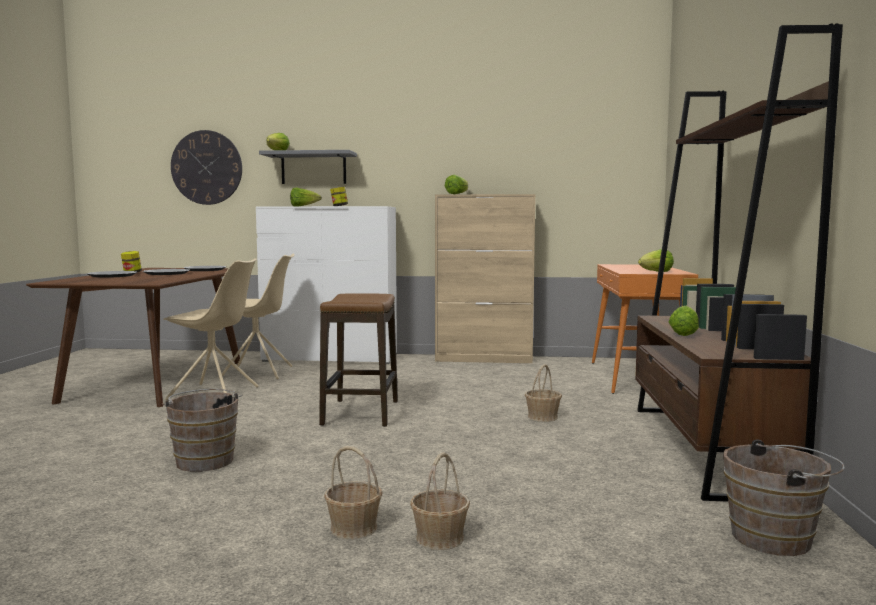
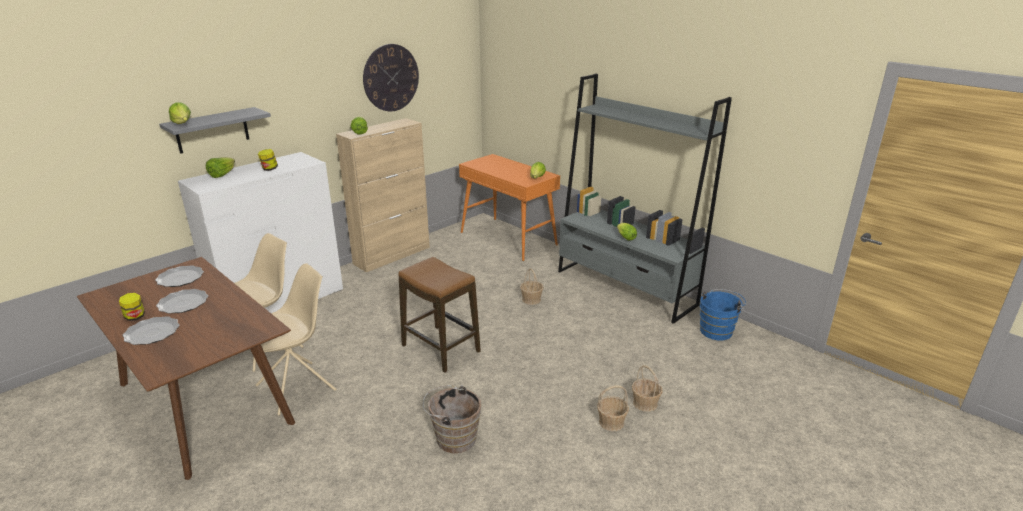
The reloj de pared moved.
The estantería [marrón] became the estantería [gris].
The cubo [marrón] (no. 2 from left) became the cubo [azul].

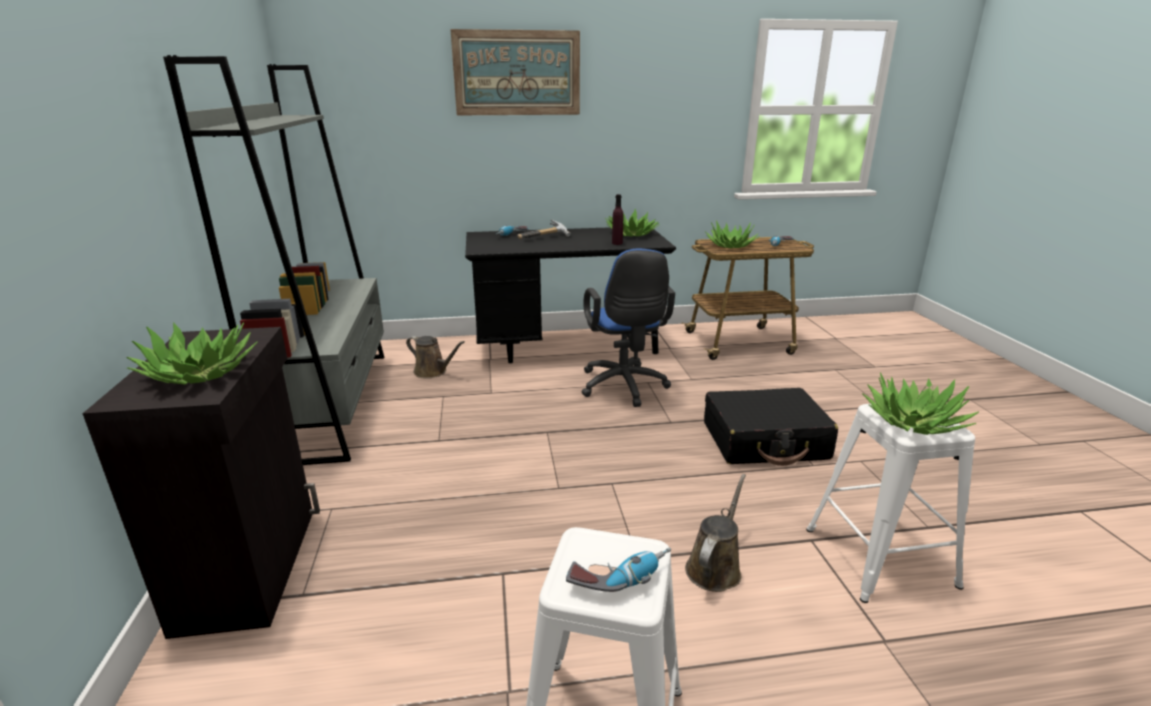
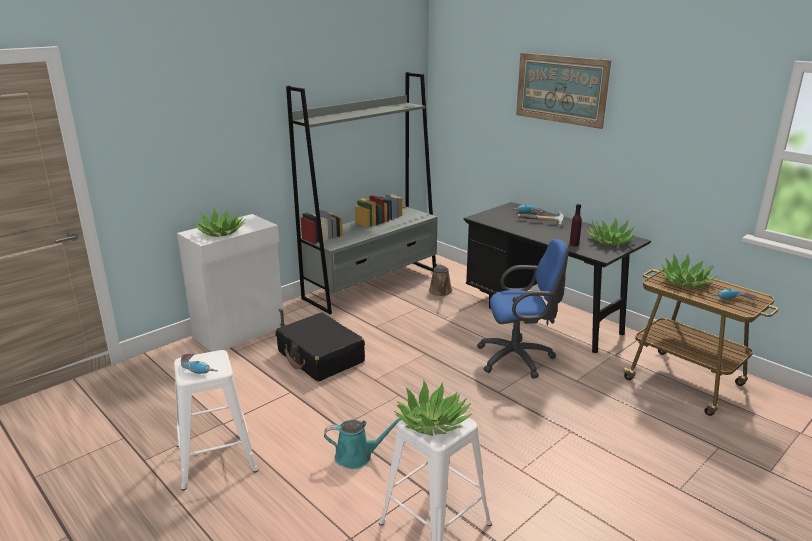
The armario [negro] became the armario [blanco].
The silla de oficina [azul] turned 135 degrees counterclockwise.
The regadera [marrón] (no. 2 from left) became the regadera [turquesa].
The maleta [negro] moved.

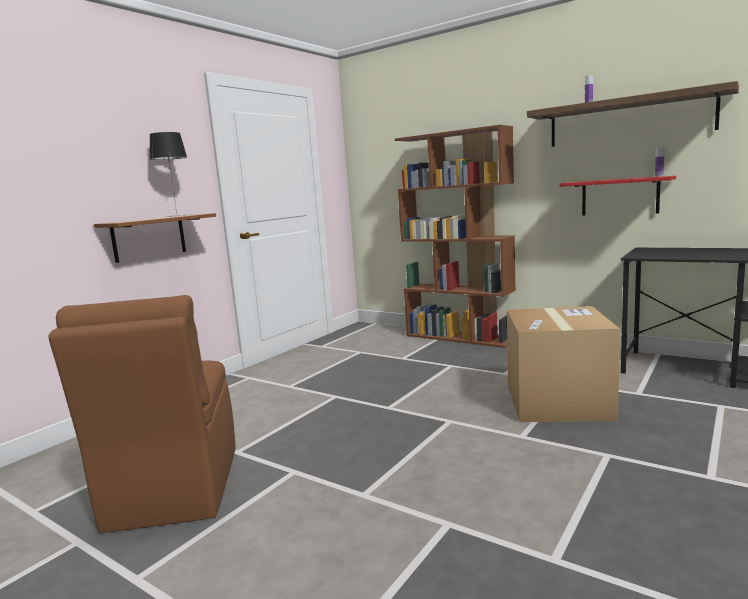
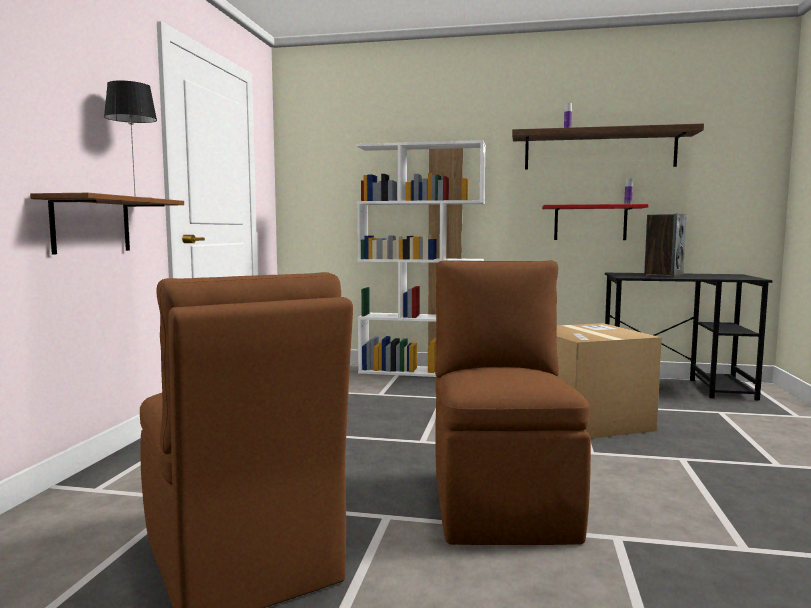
The estantería [marrón] became the estantería [blanco].
The silla [marrón] (no. 2 from left) appeared.
The altavoz appeared.

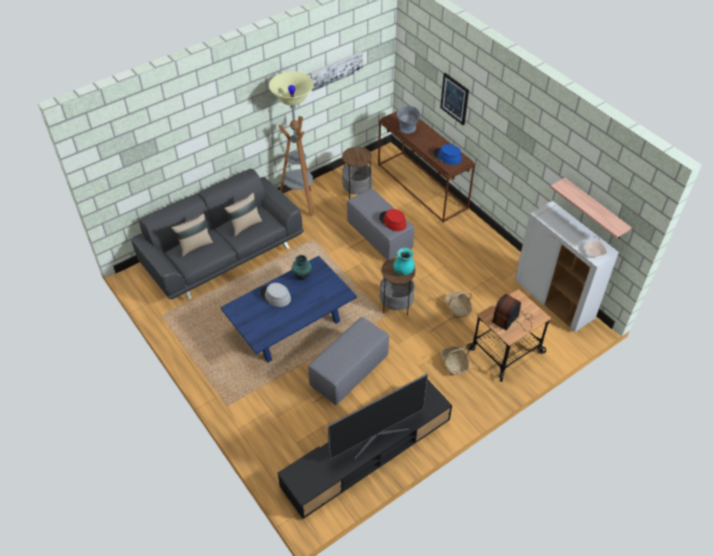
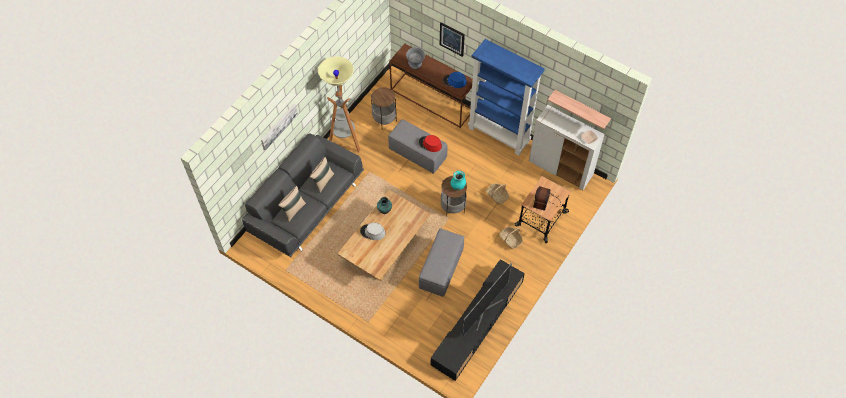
The mesa de centro [azul] became the mesa de centro [beis].
The cuadro (no. 1 from left) moved.
The estantería [azul] appeared.

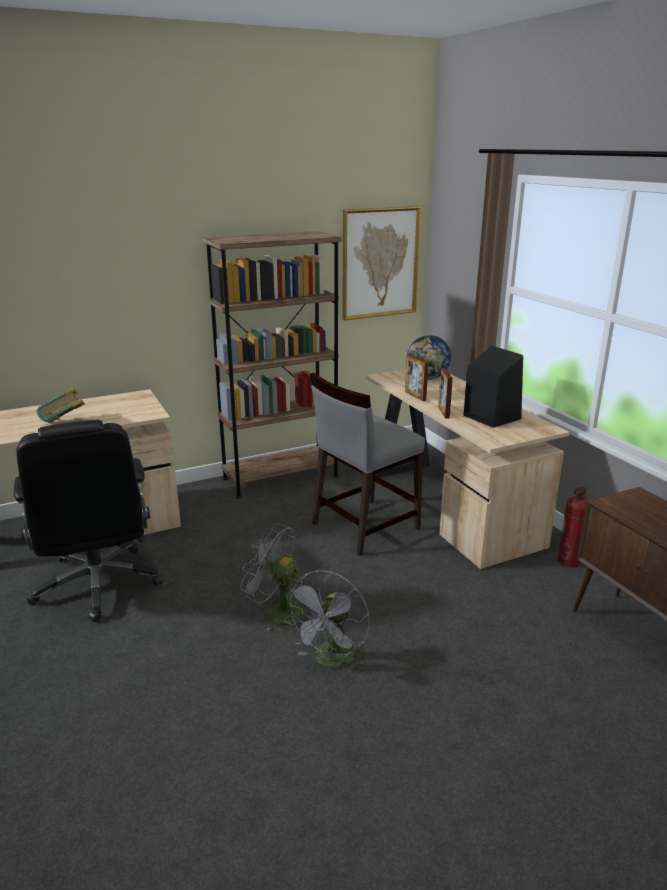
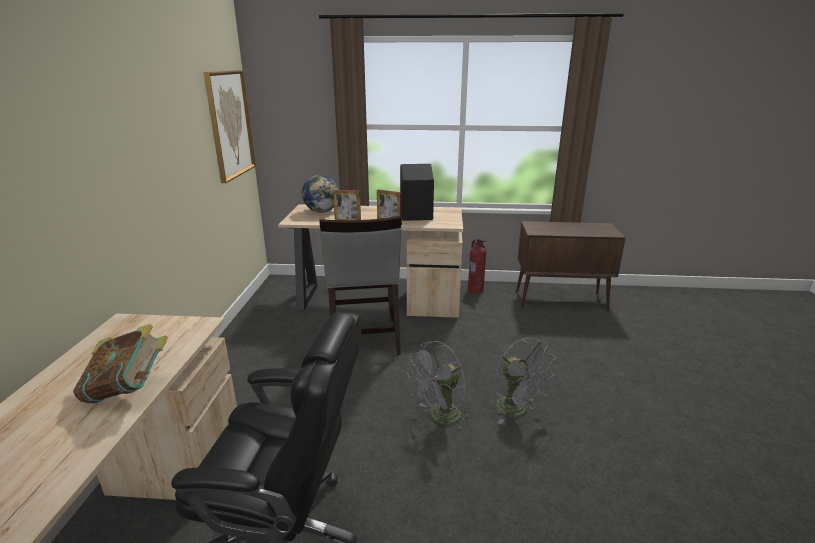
The estantería [marrón] disappeared.

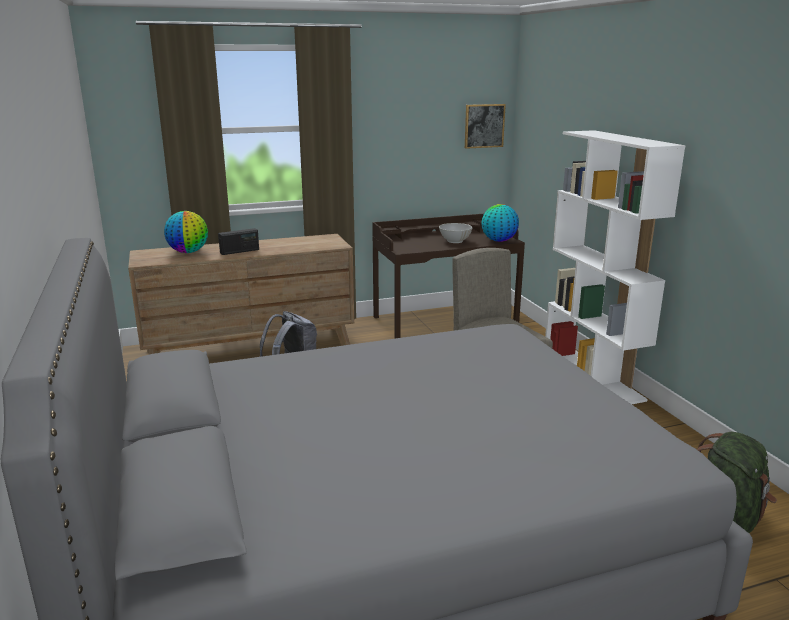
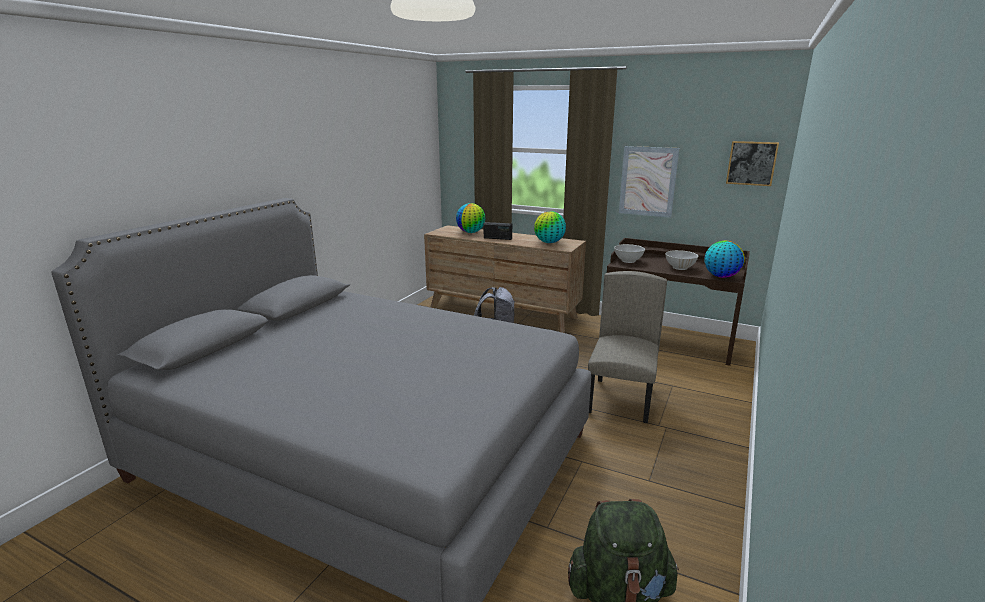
The estantería [blanco] disappeared.
The globo terráqueo (no. 2 from left) appeared.
The cuenco [blanco] (no. 1 from left) appeared.
The cuadro (no. 1 from left) appeared.

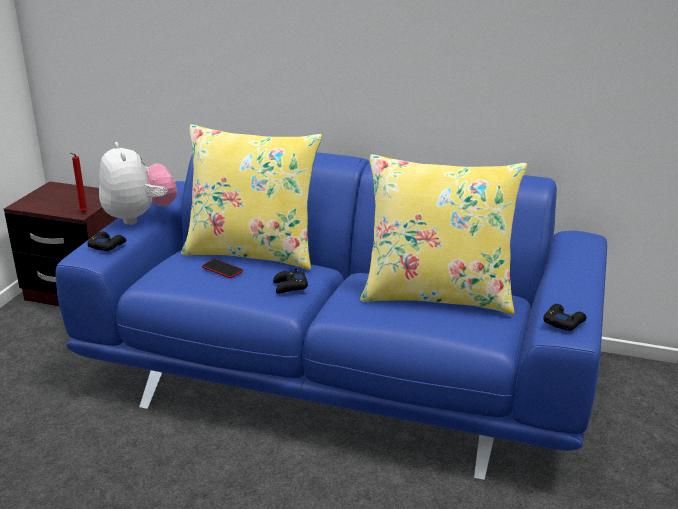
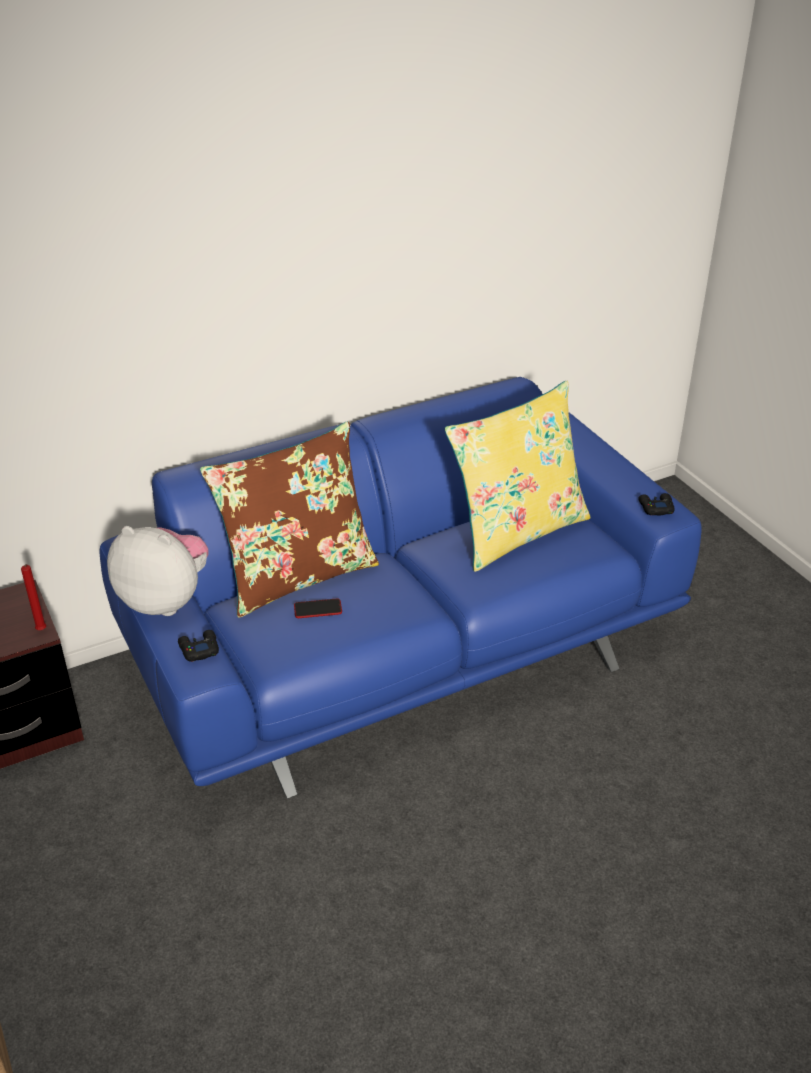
The cojín [amarillo] (no. 1 from left) became the cojín [marrón].
The mando de consola [negro] (no. 2 from left) disappeared.

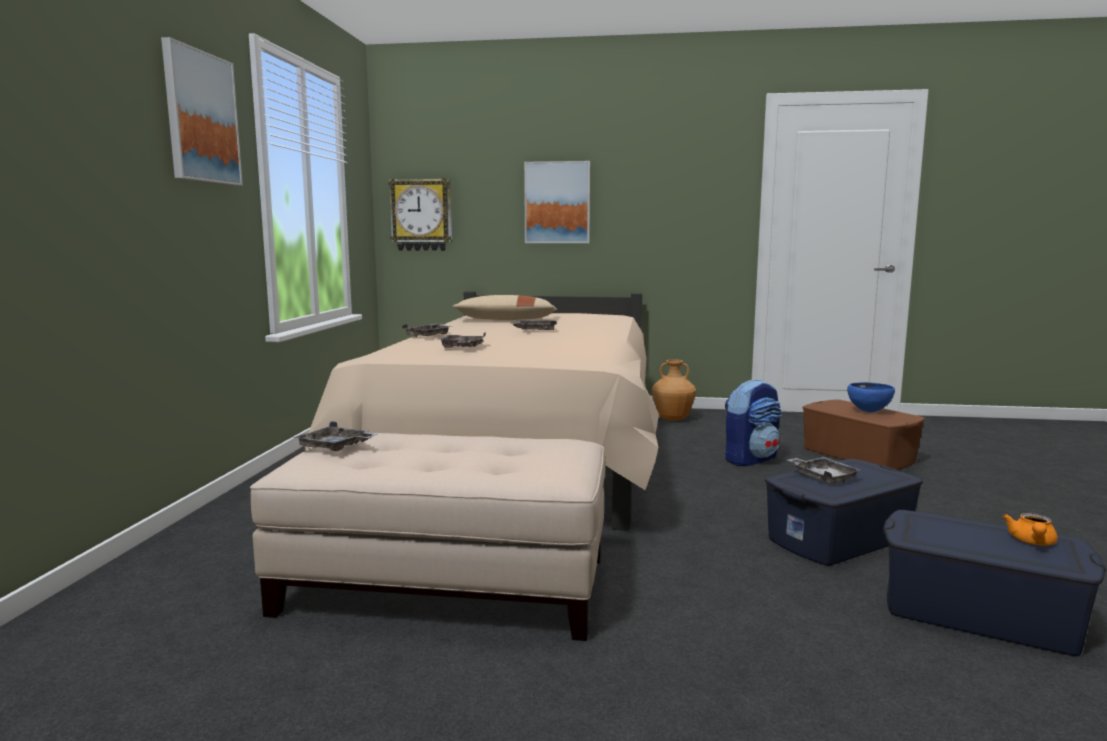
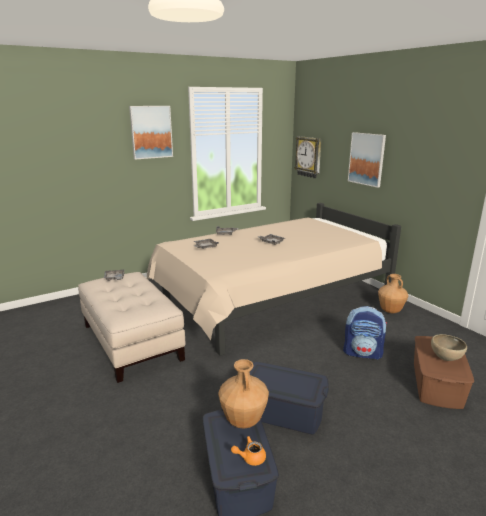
The cojín [beis] disappeared.
The bandeja [gris] (no. 5 from left) disappeared.
The cuenco [azul] became the cuenco [marrón].
The florero [marrón] (no. 1 from left) appeared.

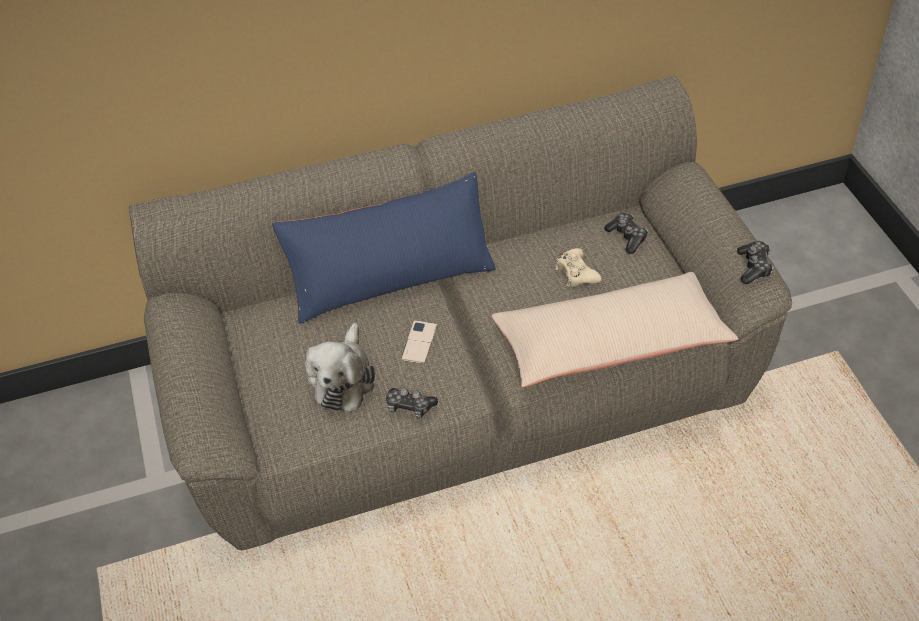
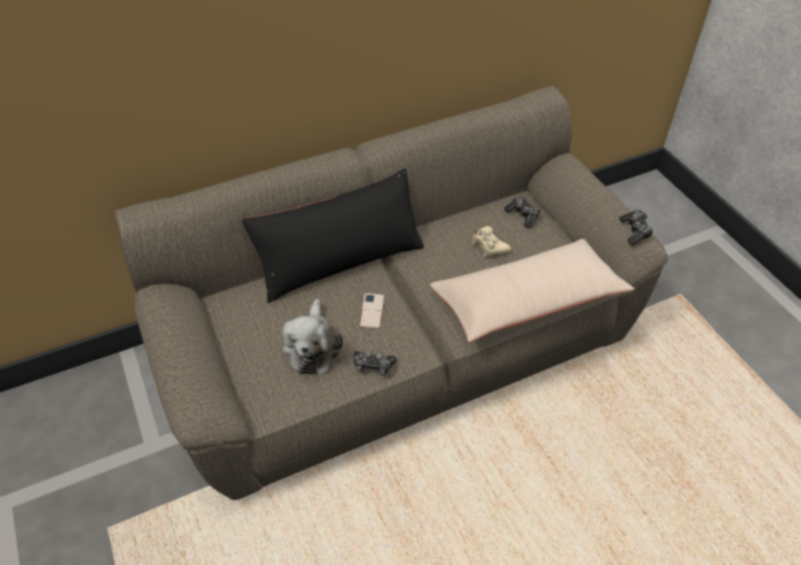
The cojín [azul] became the cojín [negro].

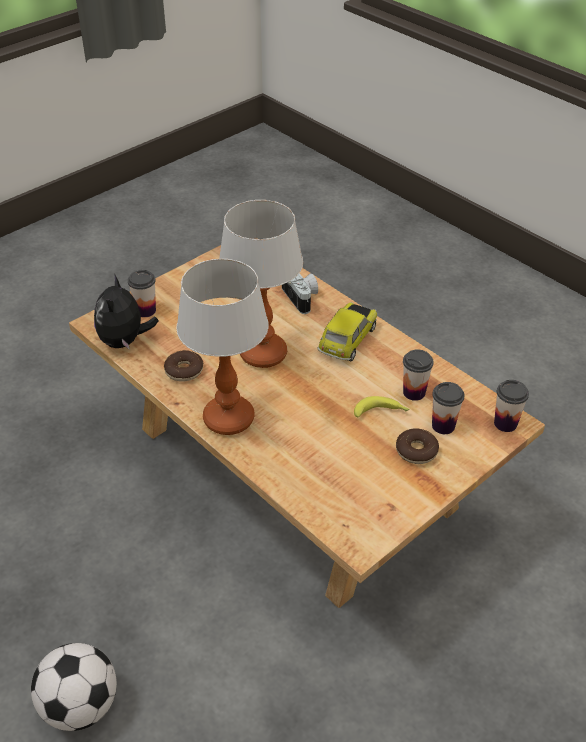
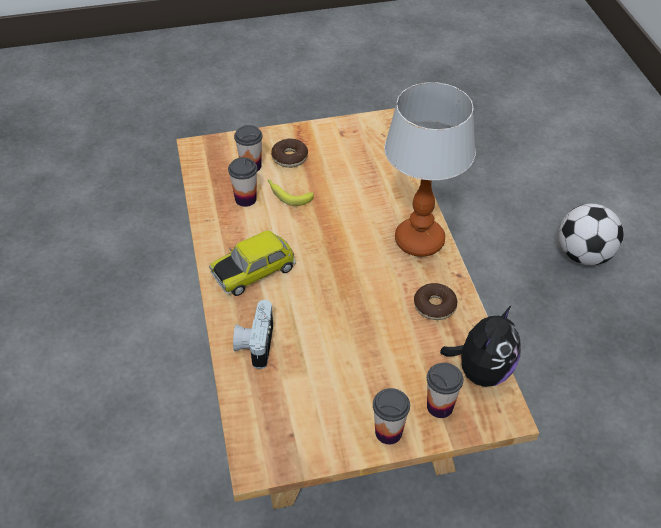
The lámpara de mesa (no. 2 from left) disappeared.
The taza (no. 4 from left in the first image) moved.

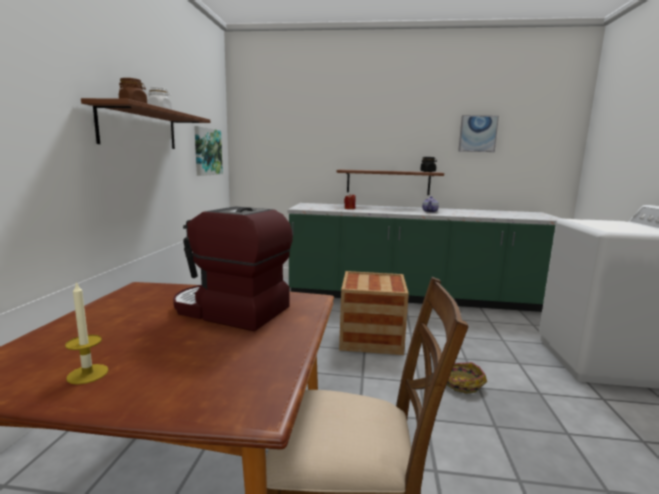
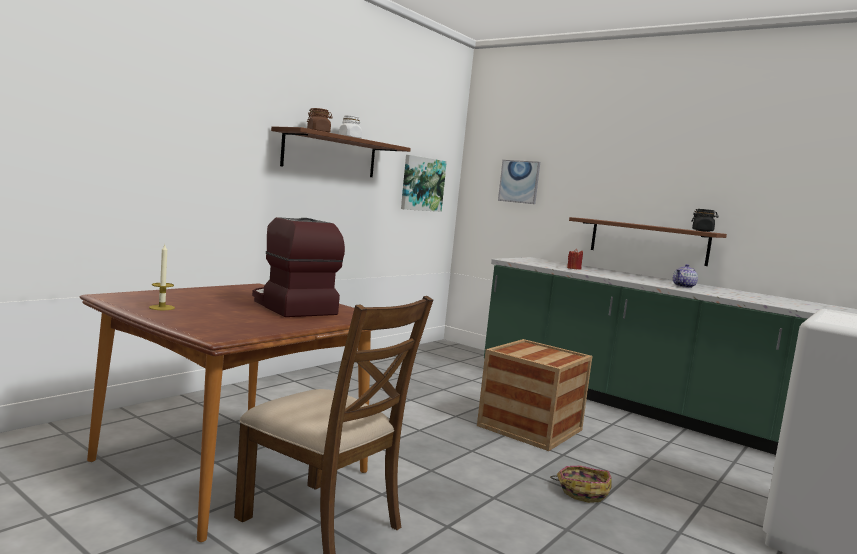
The cuadro (no. 2 from left) moved.

